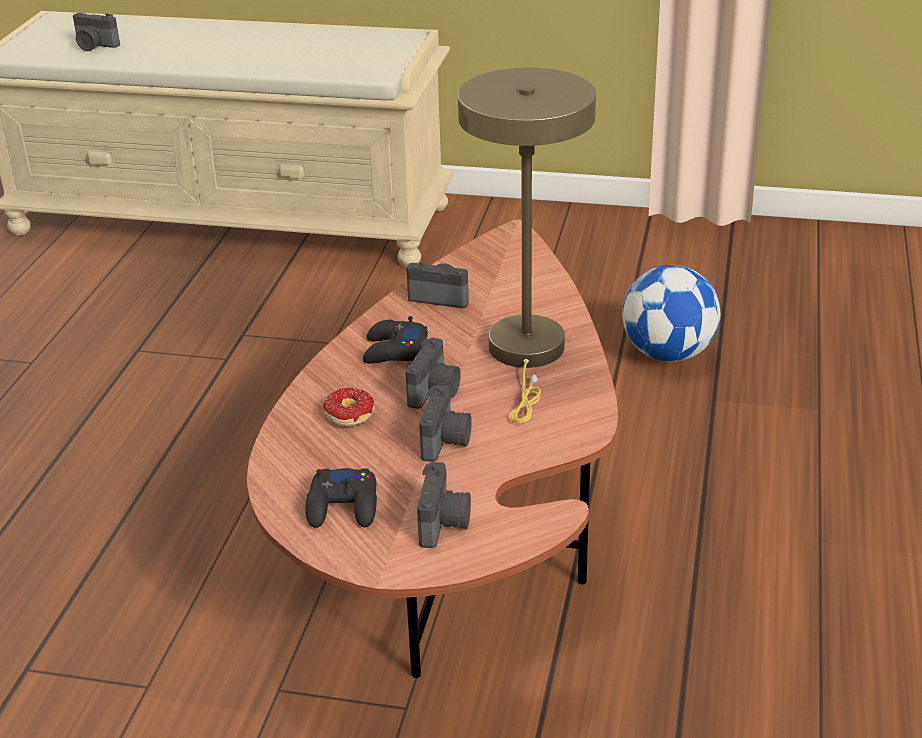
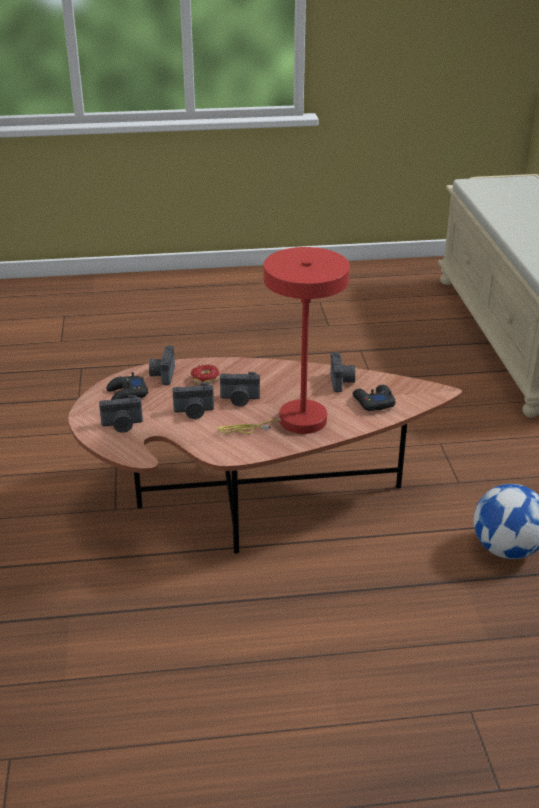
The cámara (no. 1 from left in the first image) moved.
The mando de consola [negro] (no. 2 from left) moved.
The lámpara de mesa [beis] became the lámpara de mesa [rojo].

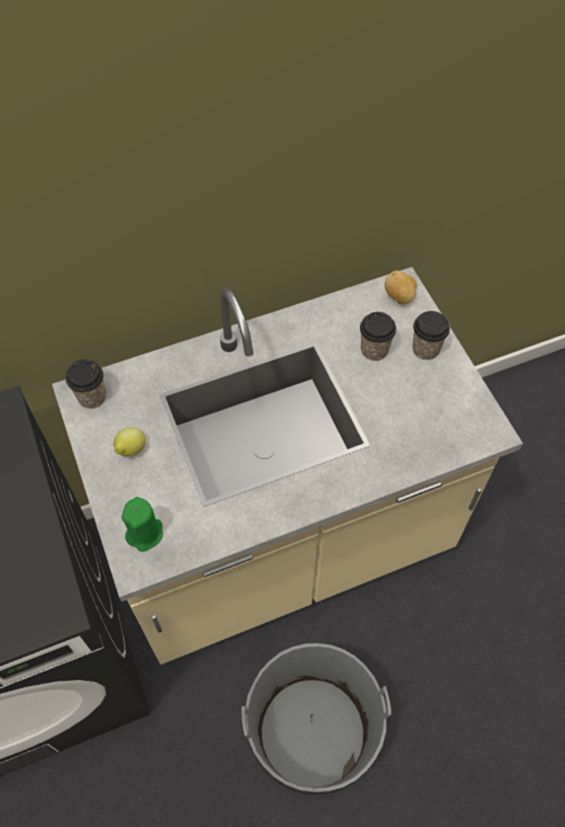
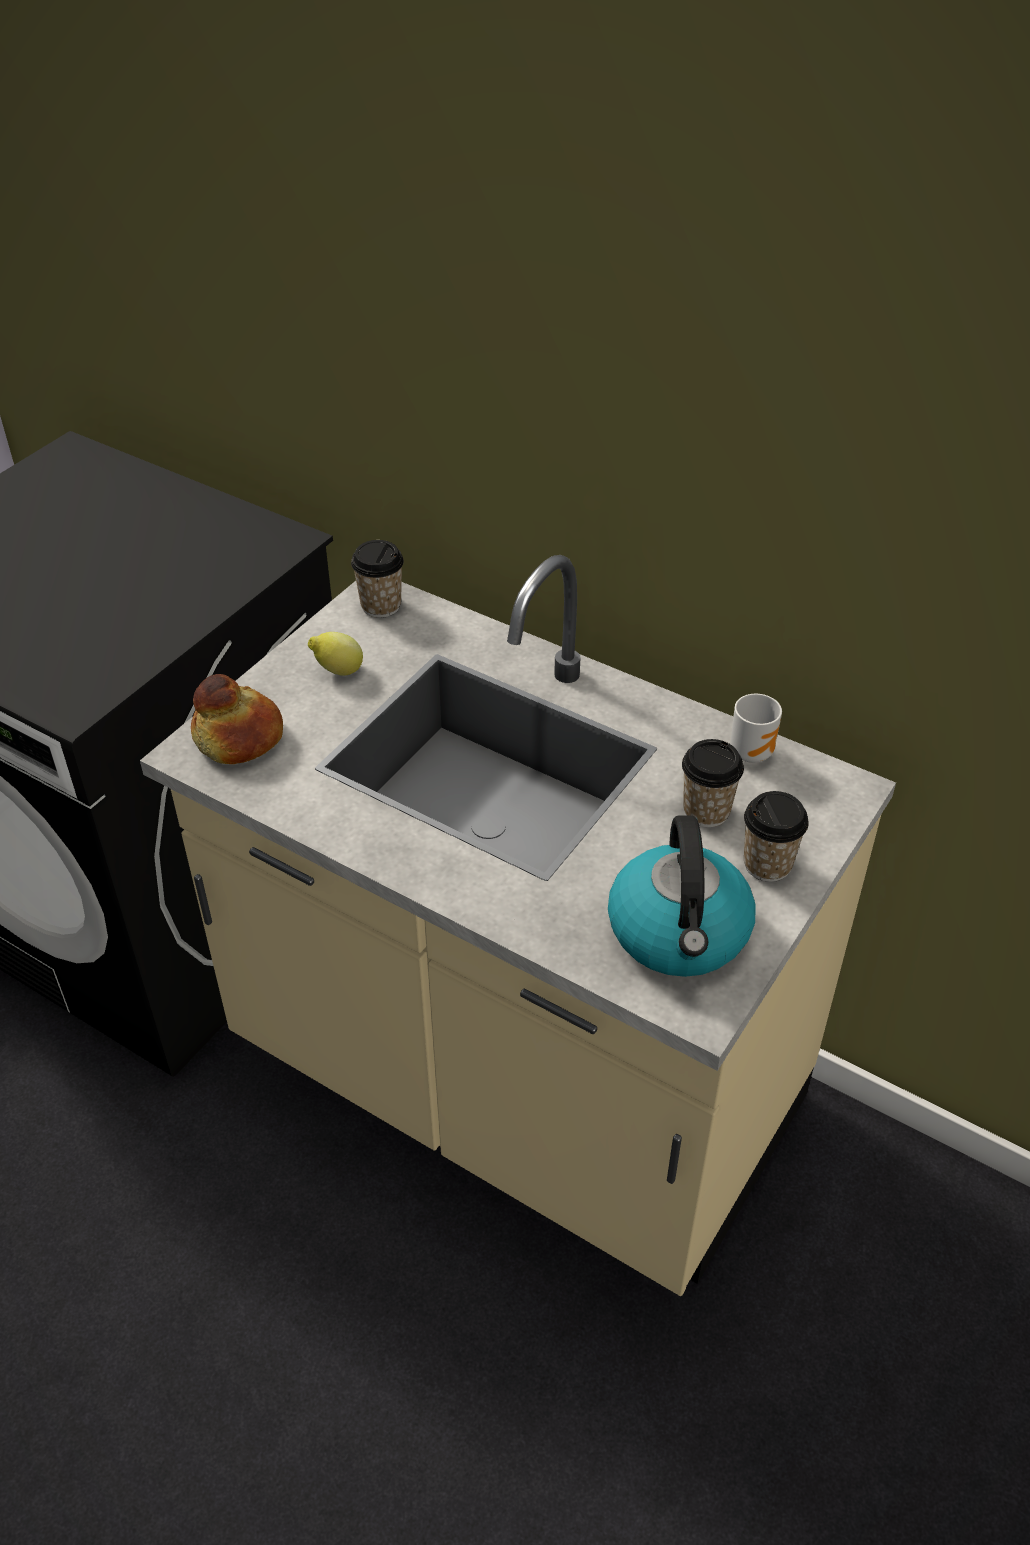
The vela [verde] was replaced by the pan.
The cubo [gris] disappeared.
The patata disappeared.
The hervidor appeared.
The taza grande appeared.

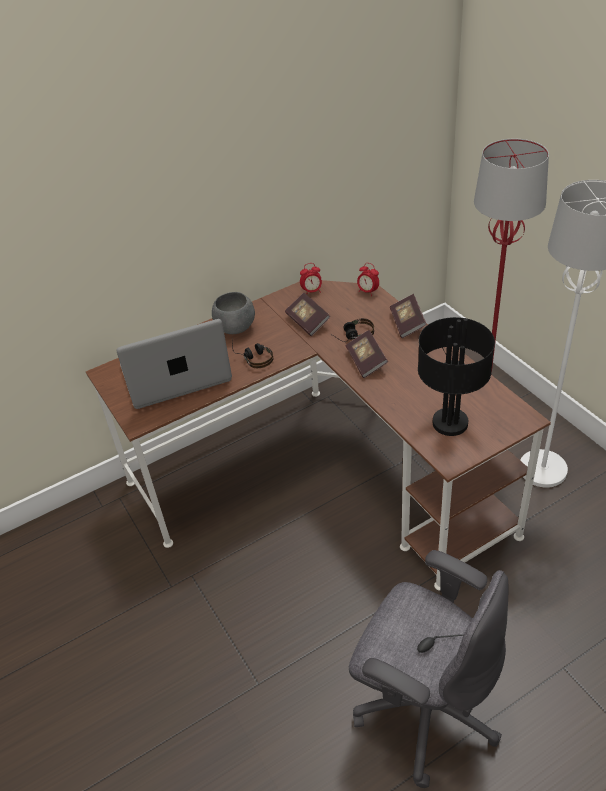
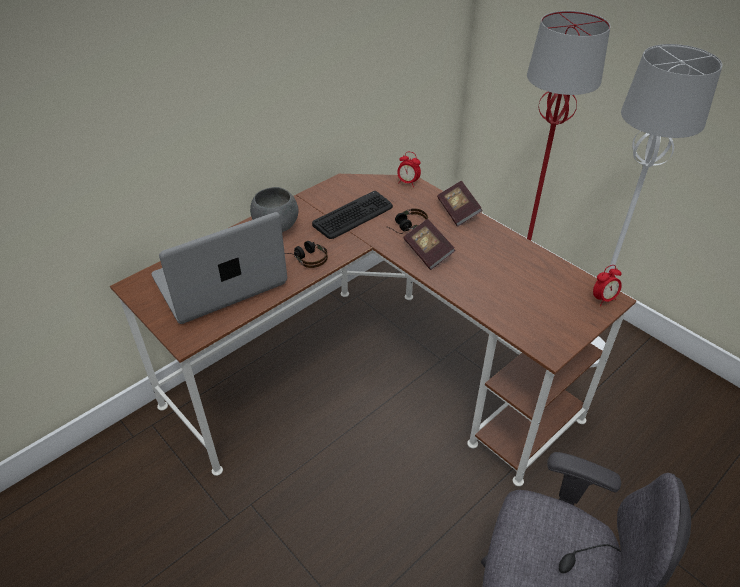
The libro (no. 1 from left) was replaced by the teclado.
The despertador (no. 1 from left in the first image) moved.
The lámpara de mesa [negro] disappeared.

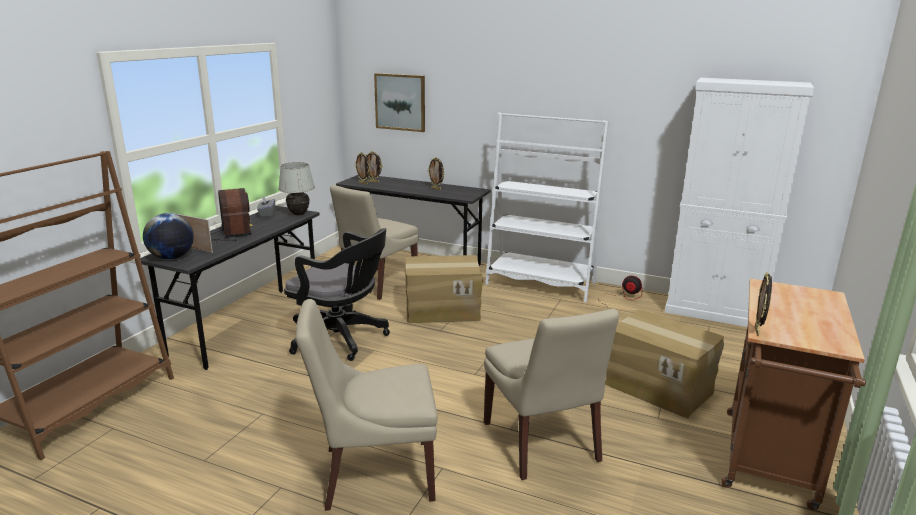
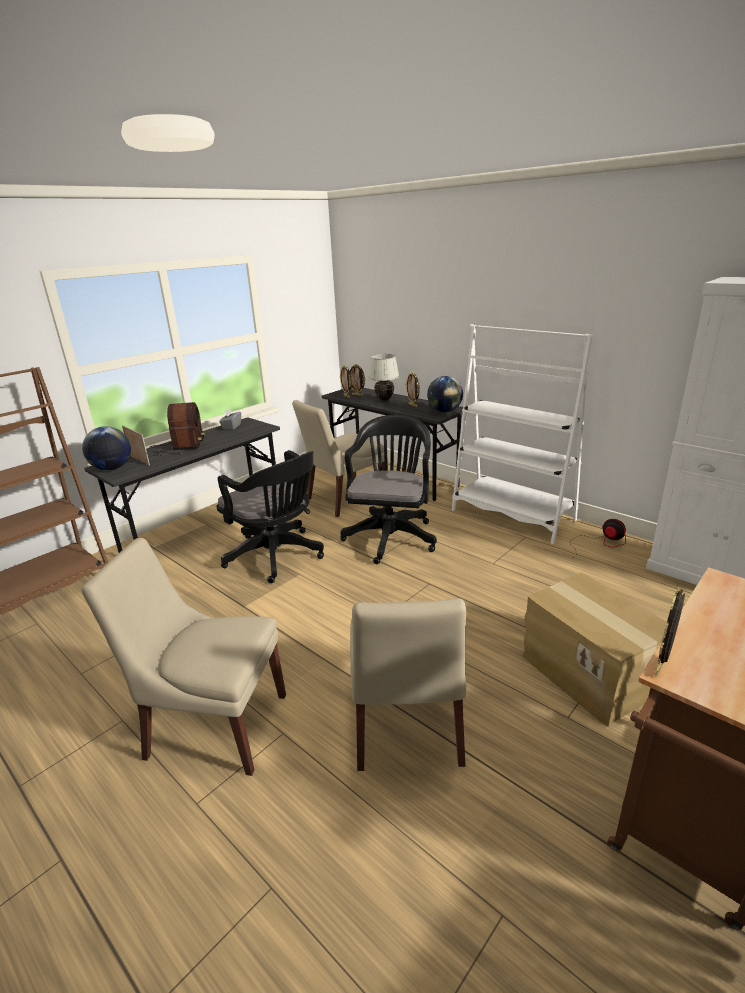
The lámpara de mesa [blanco] moved.
The cuadro disappeared.
The caja de cartón (no. 1 from left) was replaced by the silla de oficina [negro] (no. 2 from left).
The globo terráqueo (no. 2 from left) appeared.

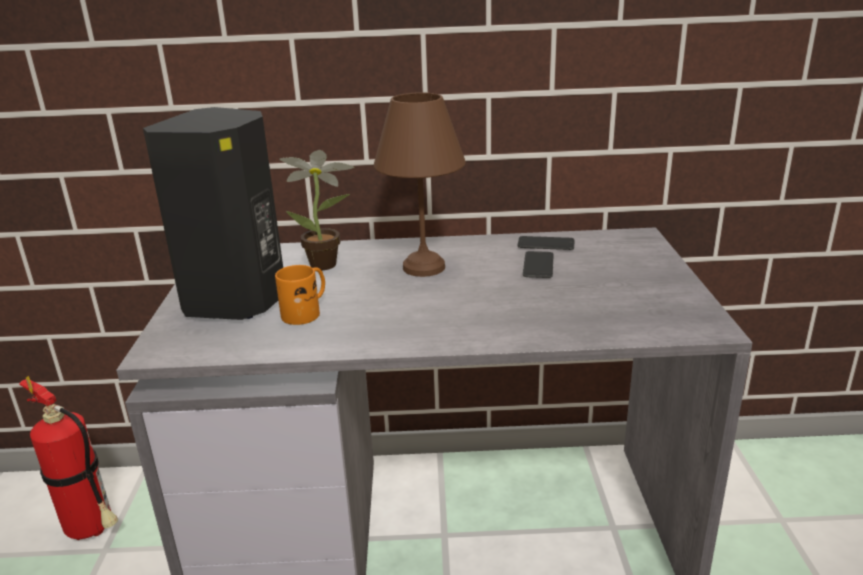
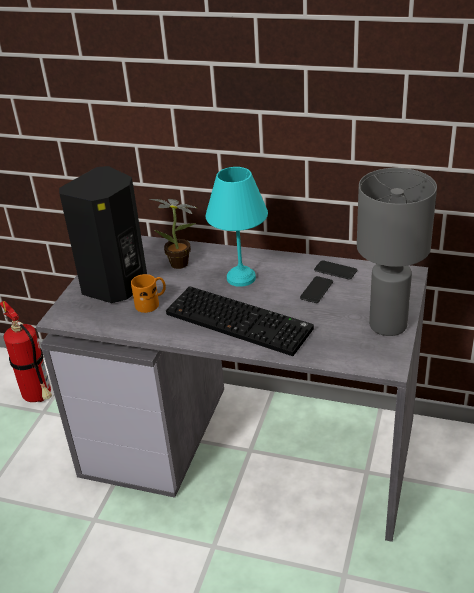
The lámpara de mesa [marrón] became the lámpara de mesa [turquesa].
The teclado appeared.
The lámpara de mesa [gris] appeared.

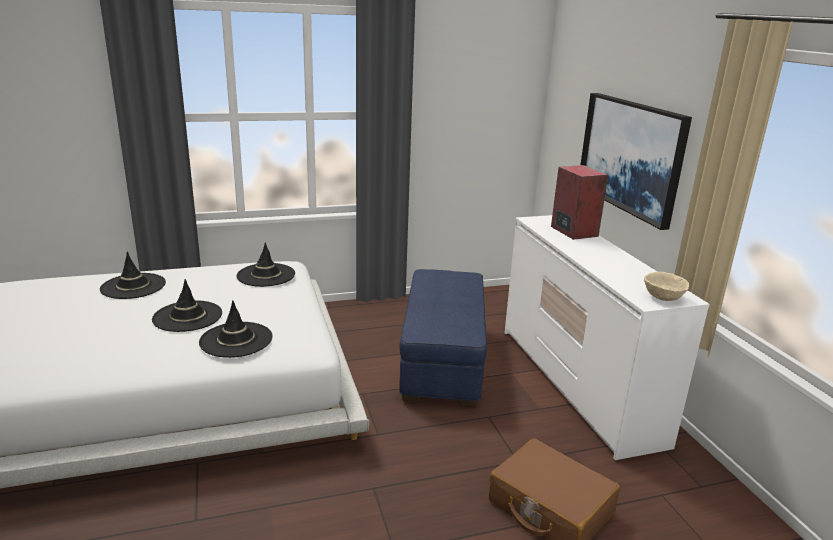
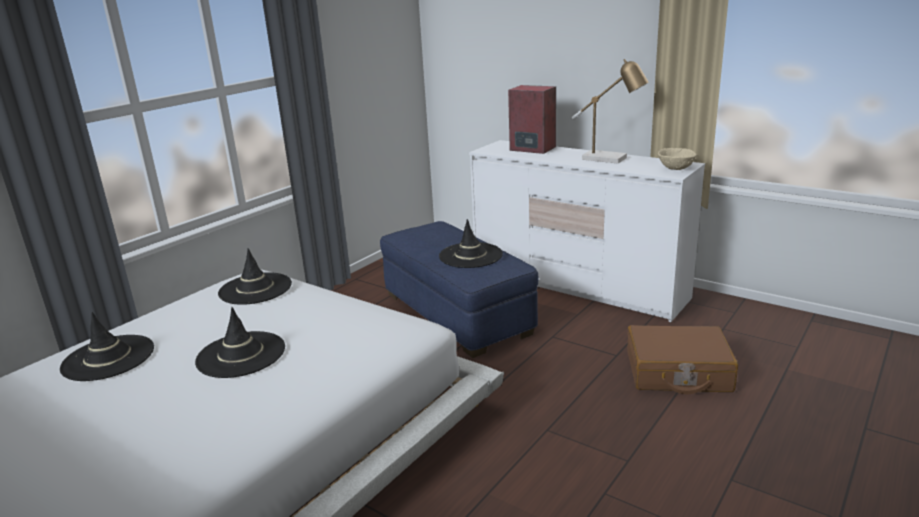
The sombrero [negro] (no. 3 from left in the first image) moved.
The cuadro disappeared.
The lámpara de mesa appeared.

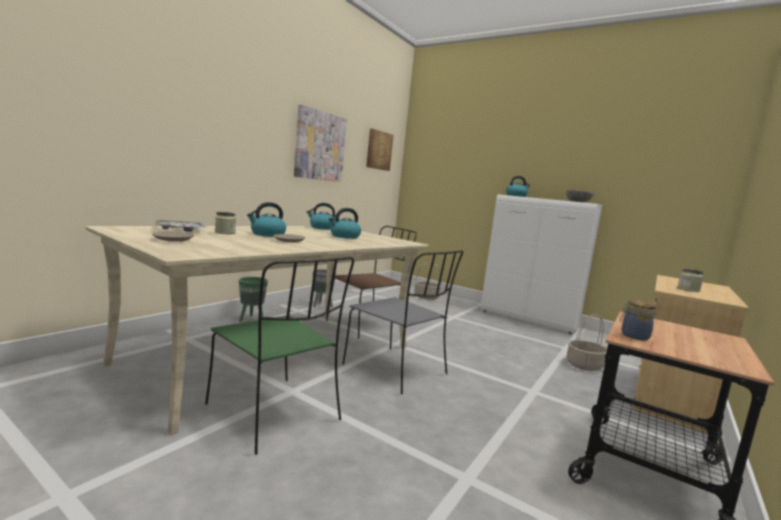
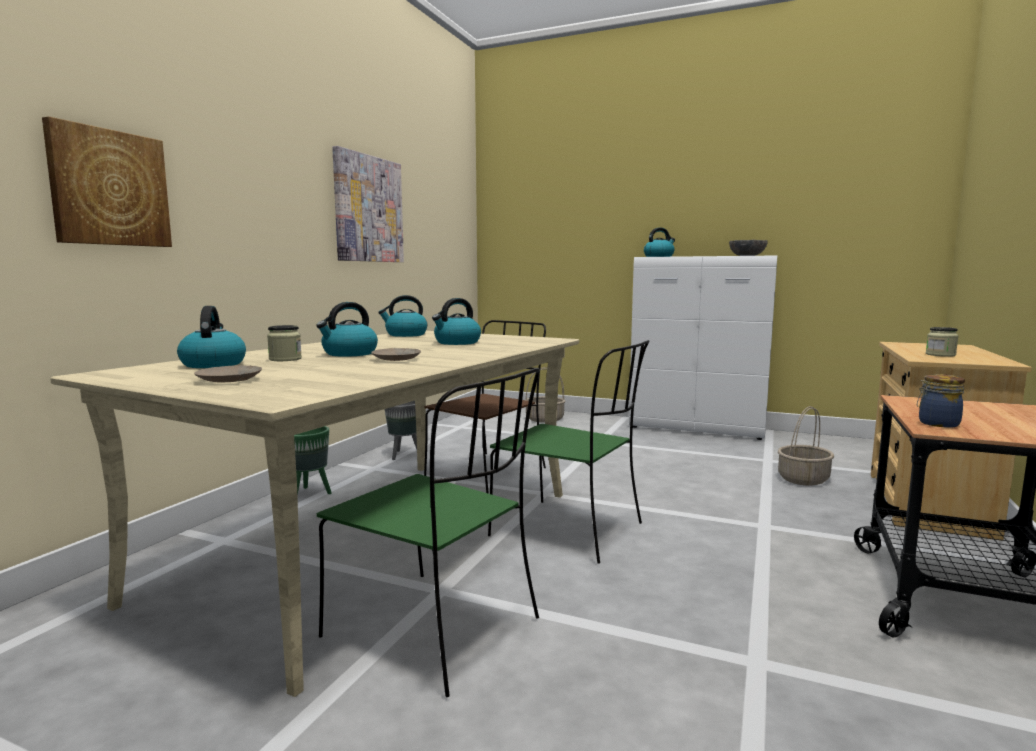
The bandeja was replaced by the hervidor (no. 1 from left).
The silla [gris] became the silla [verde] (no. 2 from left).
The cuadro (no. 2 from left in the first image) moved.

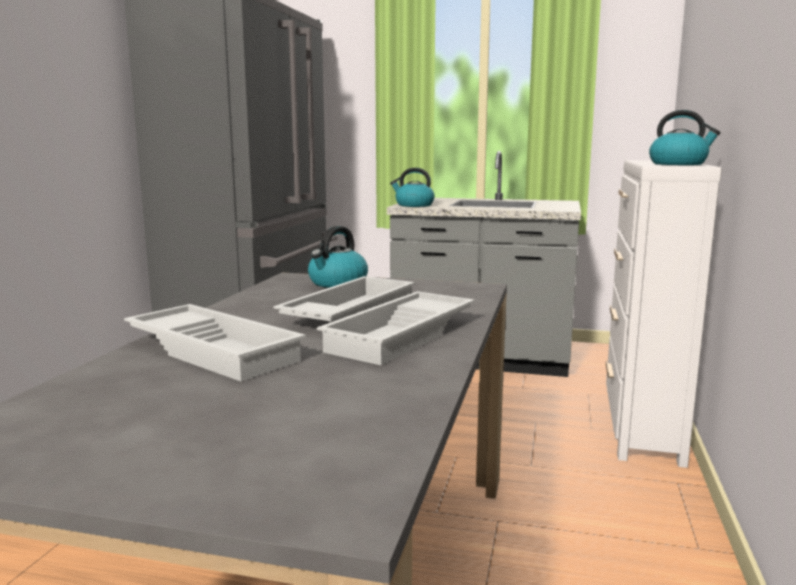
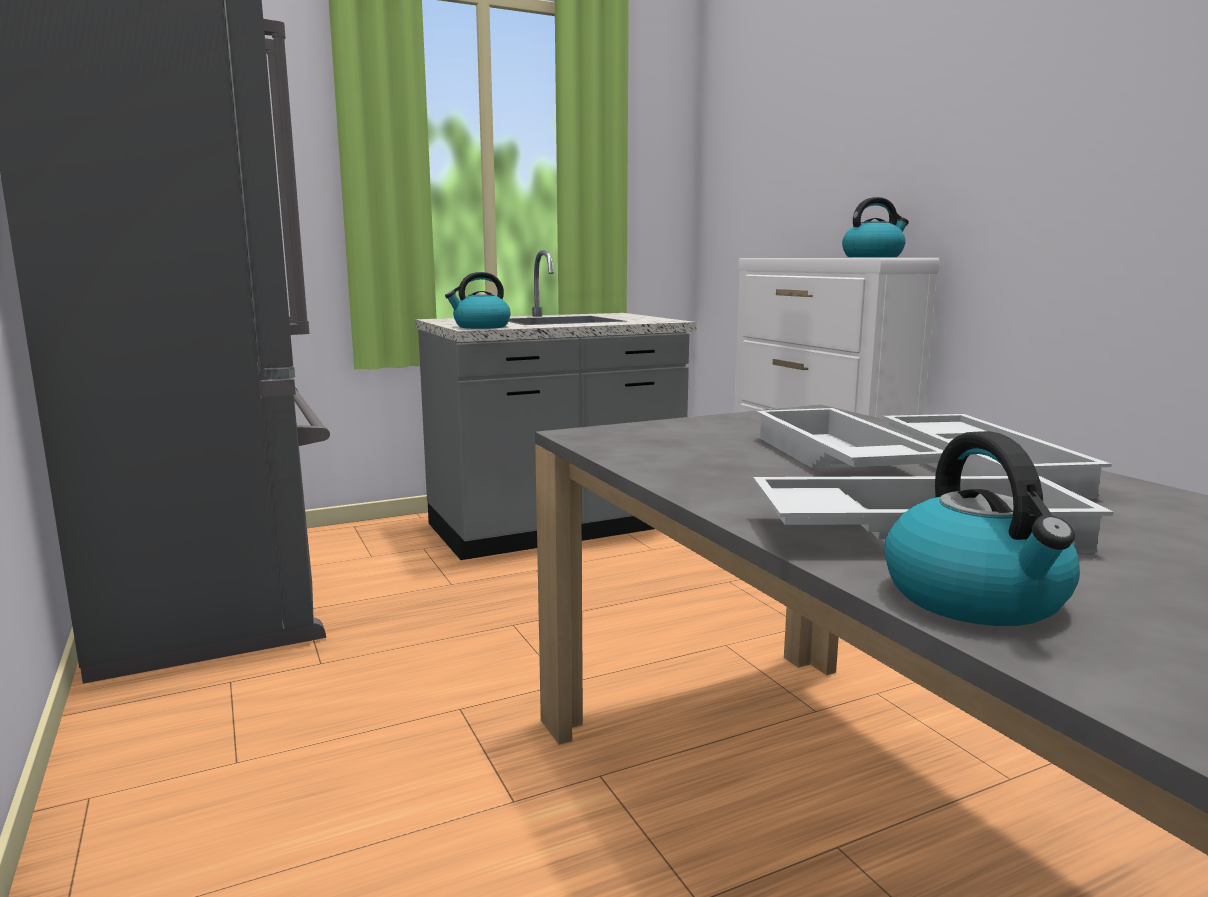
The hervidor (no. 1 from left in the first image) moved.

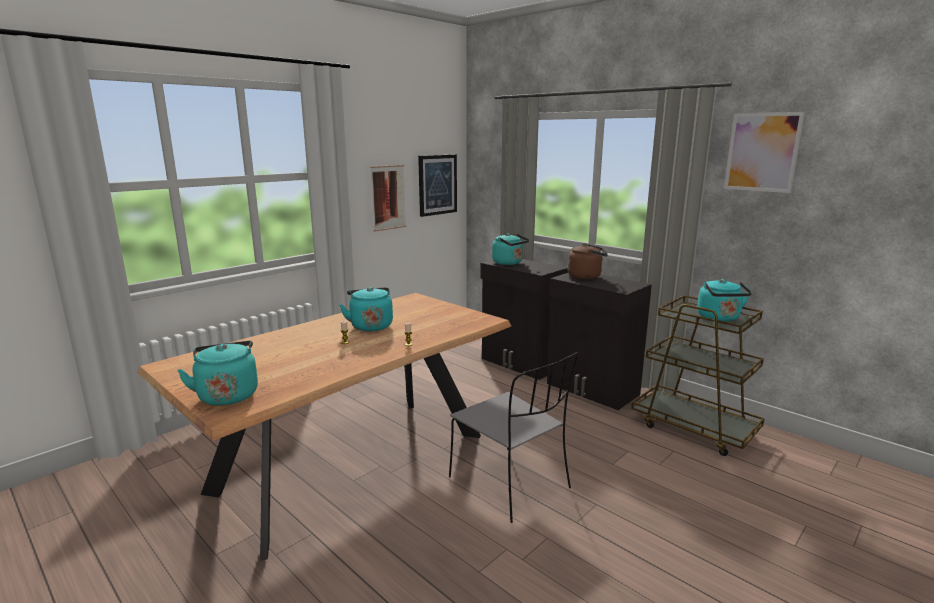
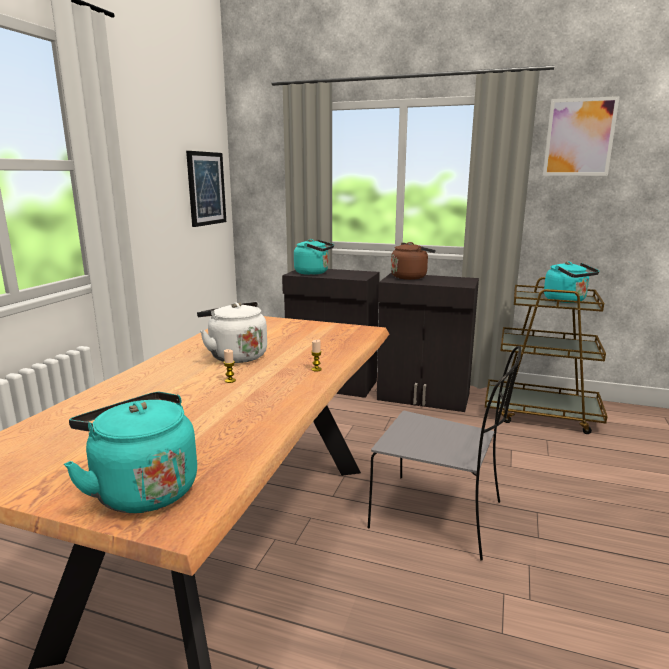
The hervidor [turquesa] (no. 2 from left) became the hervidor [blanco].
The cuadro (no. 1 from left) disappeared.

